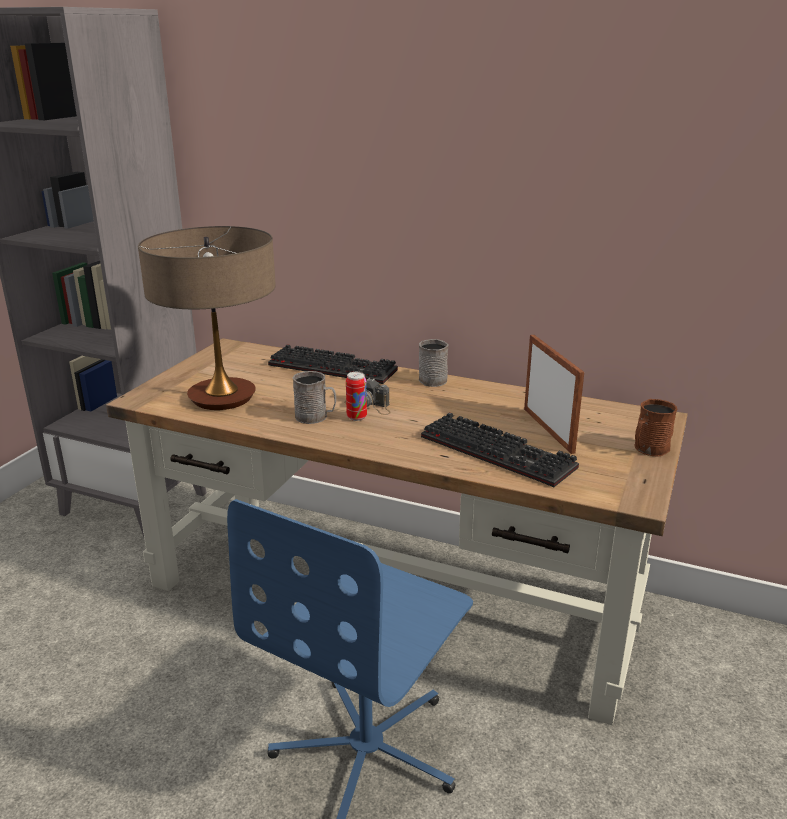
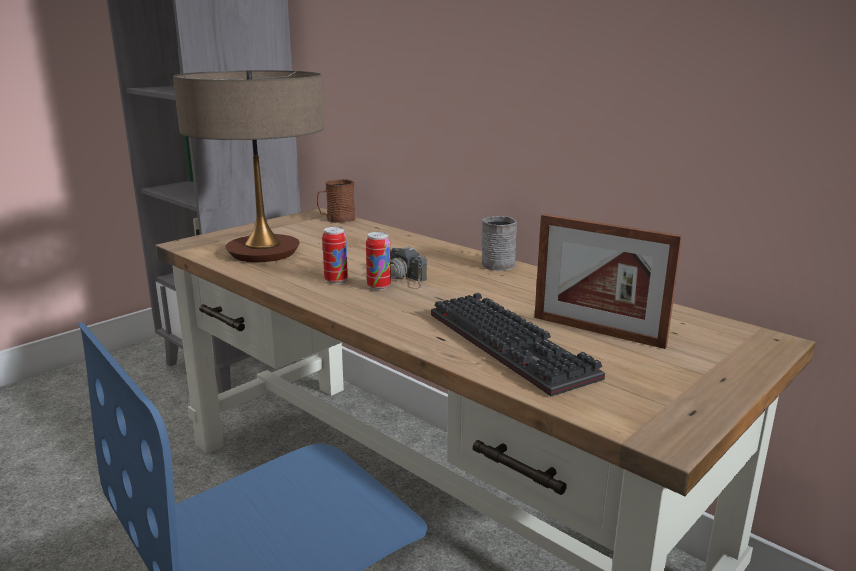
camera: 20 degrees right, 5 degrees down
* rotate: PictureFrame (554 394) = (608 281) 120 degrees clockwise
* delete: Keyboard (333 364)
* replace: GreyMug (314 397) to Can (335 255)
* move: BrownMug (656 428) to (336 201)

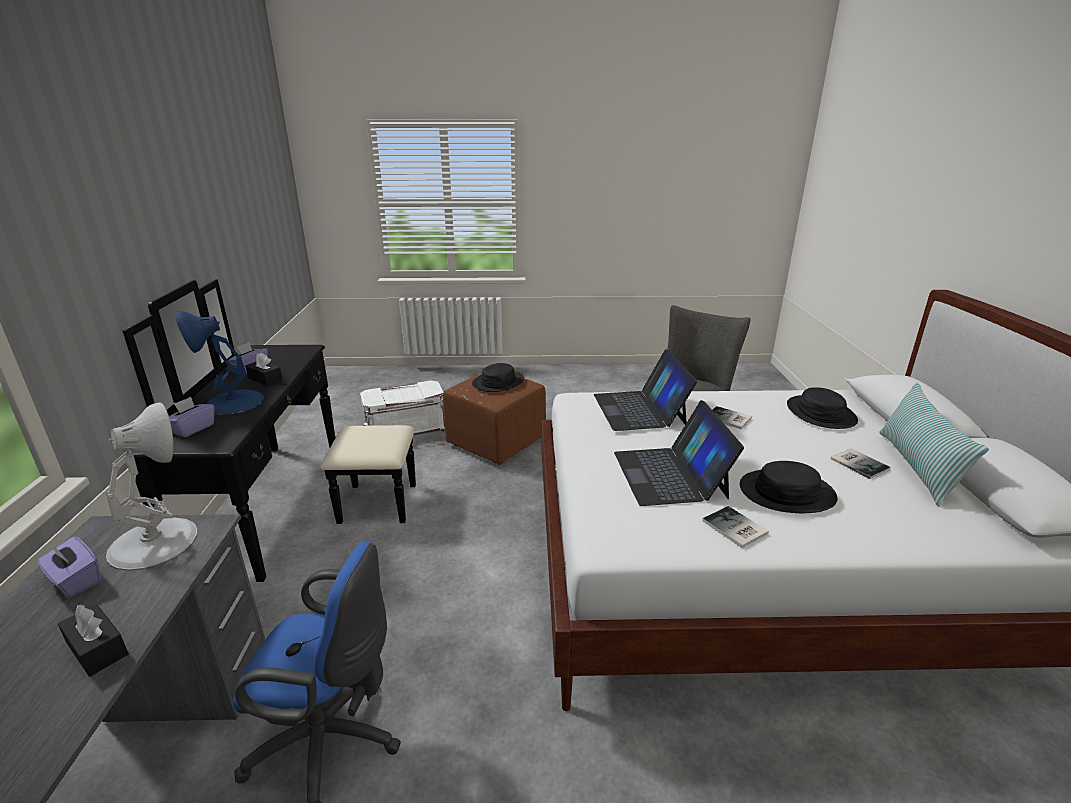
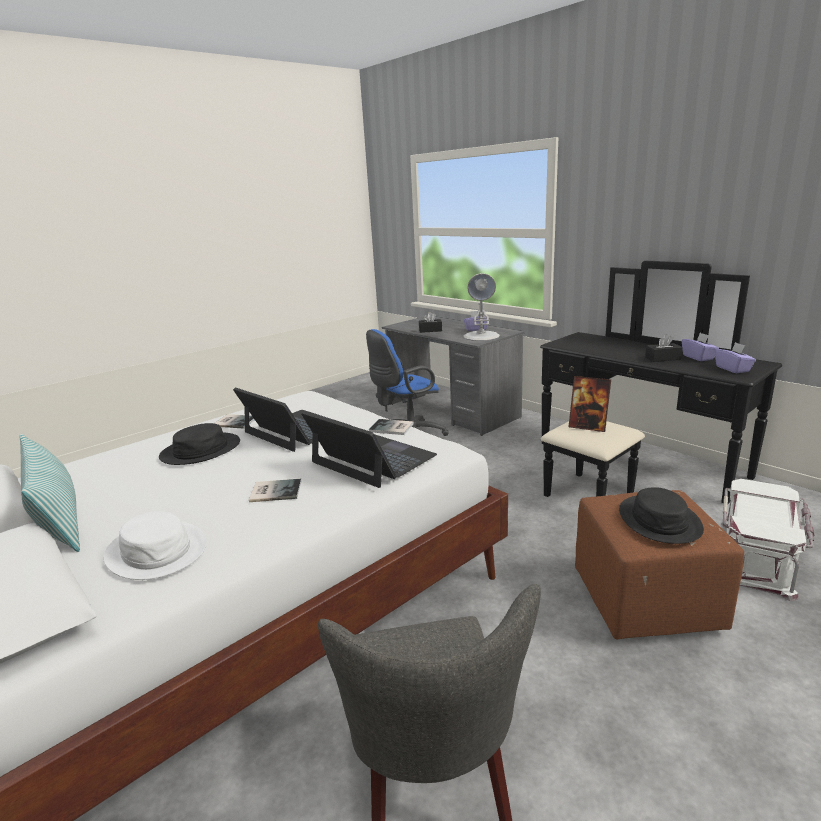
camera: 140 degrees right, 5 degrees down
* delete: BlueTableLamp (219 363)
* recolor: BlackHat (822 408) to WhiteHat (155 545)
* move: PurpleTissueBox (191 417) to (735 357)
* move: Book (861 463) to (391 427)
* insert: PictureFrame (590 404)

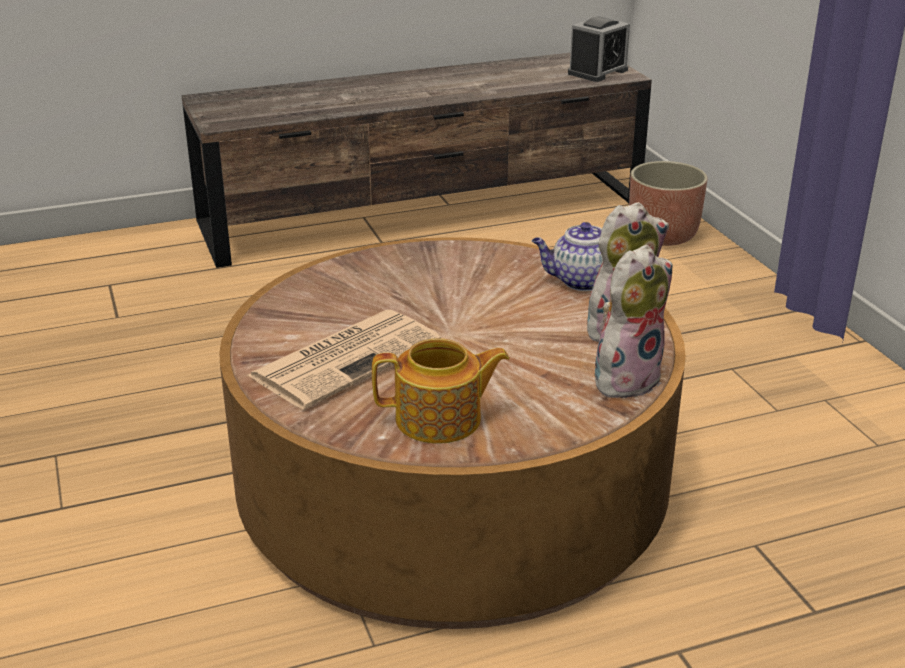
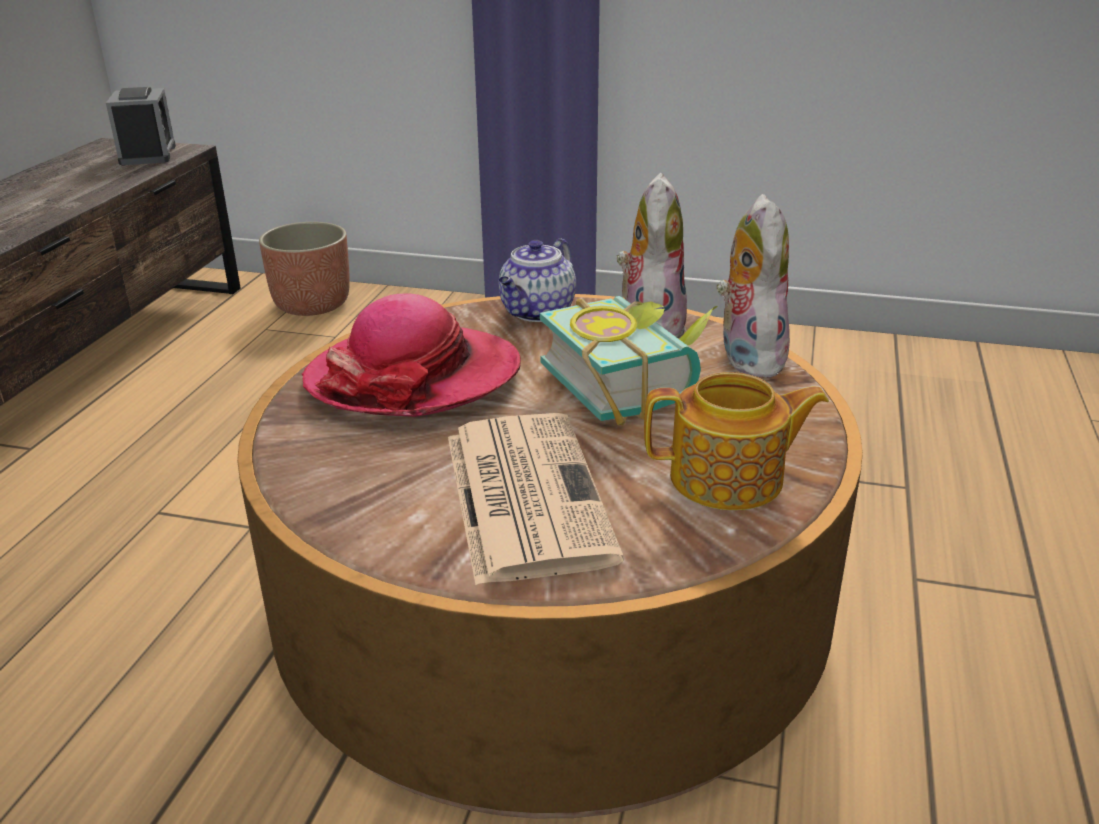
camera: 55 degrees left, 0 degrees up
* rotate: Teapot (441 391) = (736 441) 60 degrees clockwise
* insert: Hat (411 355)
* insert: Book (629 360)

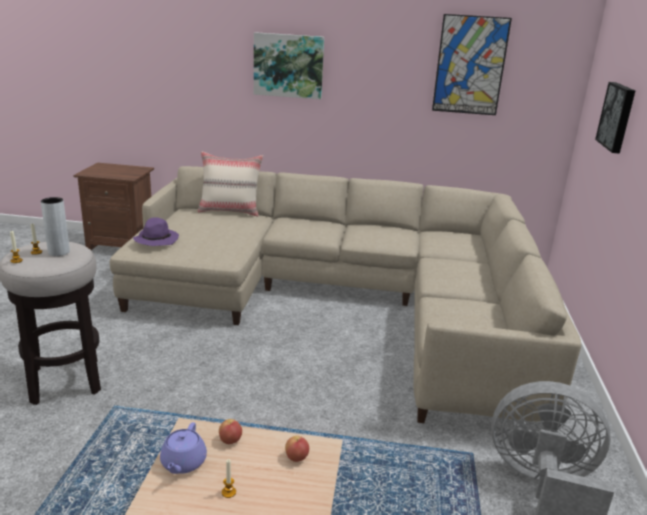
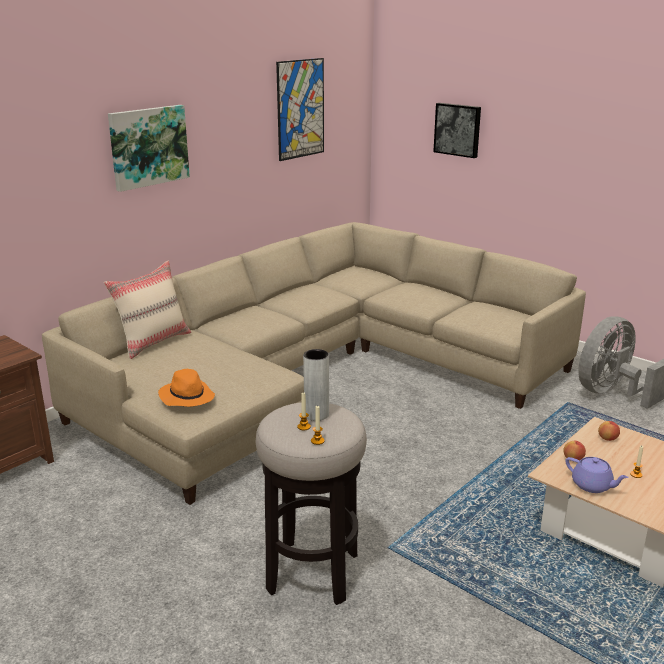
camera: 55 degrees left, 0 degrees up
* recolor: PurpleHat (156 232) to OrangeHat (186 388)

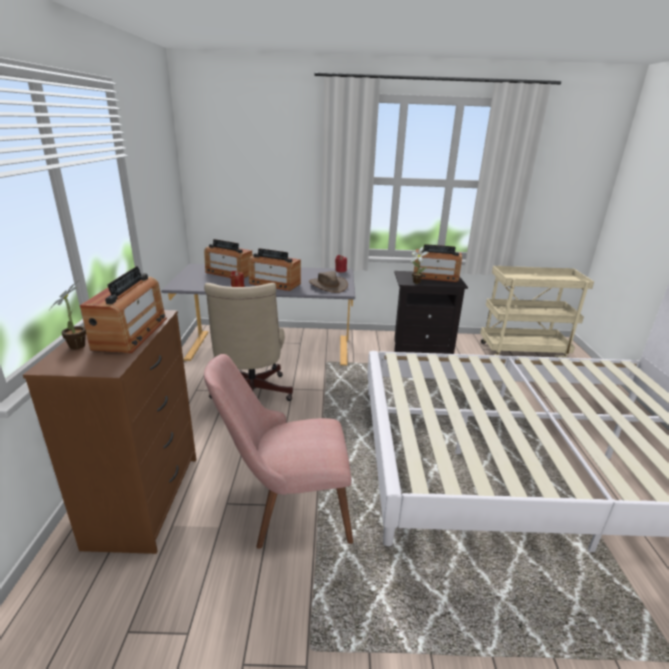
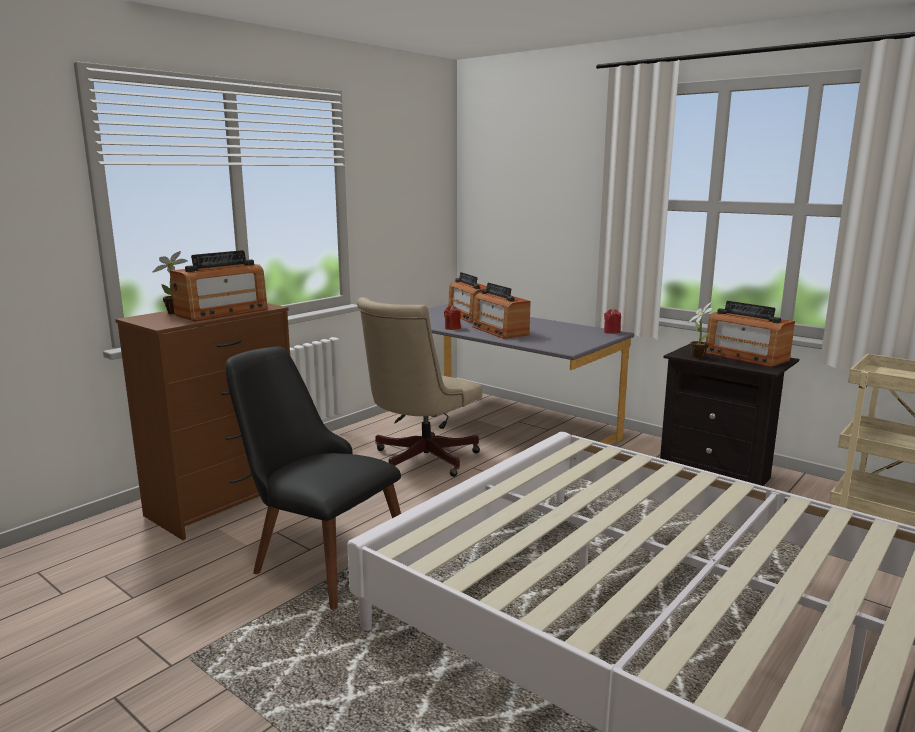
camera: 40 degrees right, 10 degrees down
* delete: BrownHat (328 282)
* recolor: PinkChair (278 451) to BlackChair (313 478)

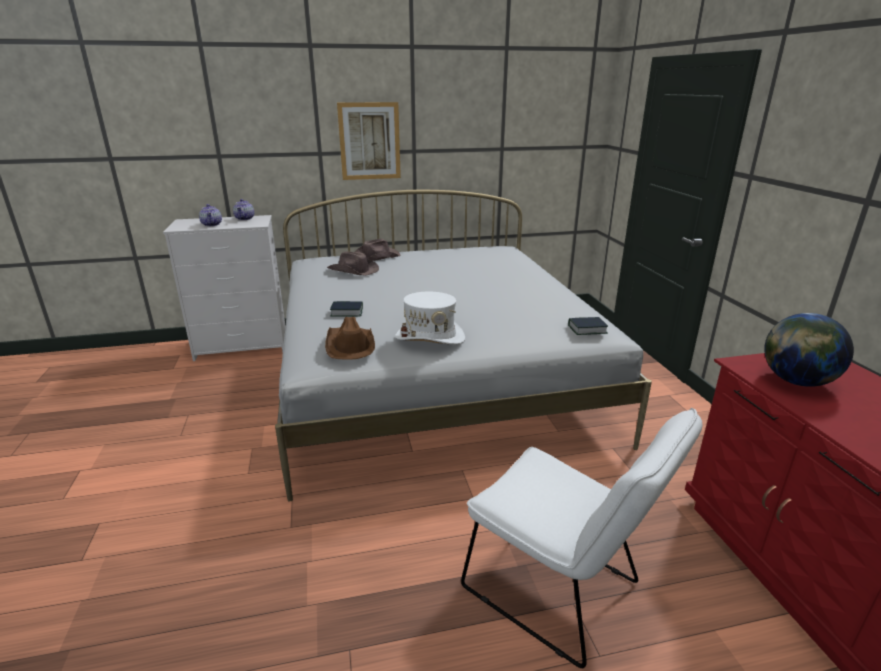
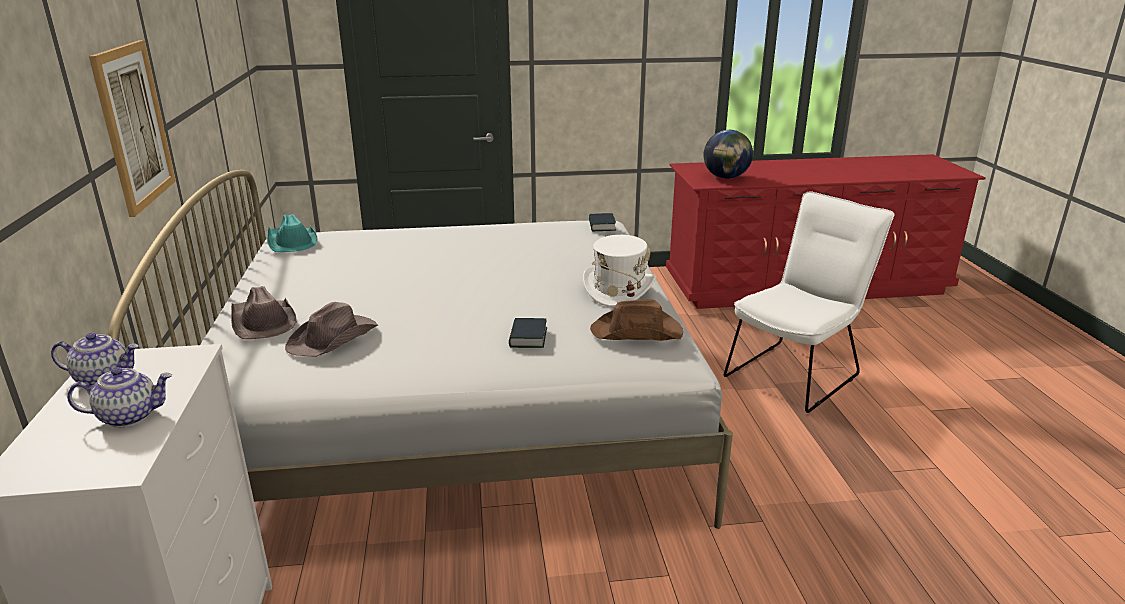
camera: 85 degrees left, 0 degrees up
* insert: TurquoiseHat (292 233)

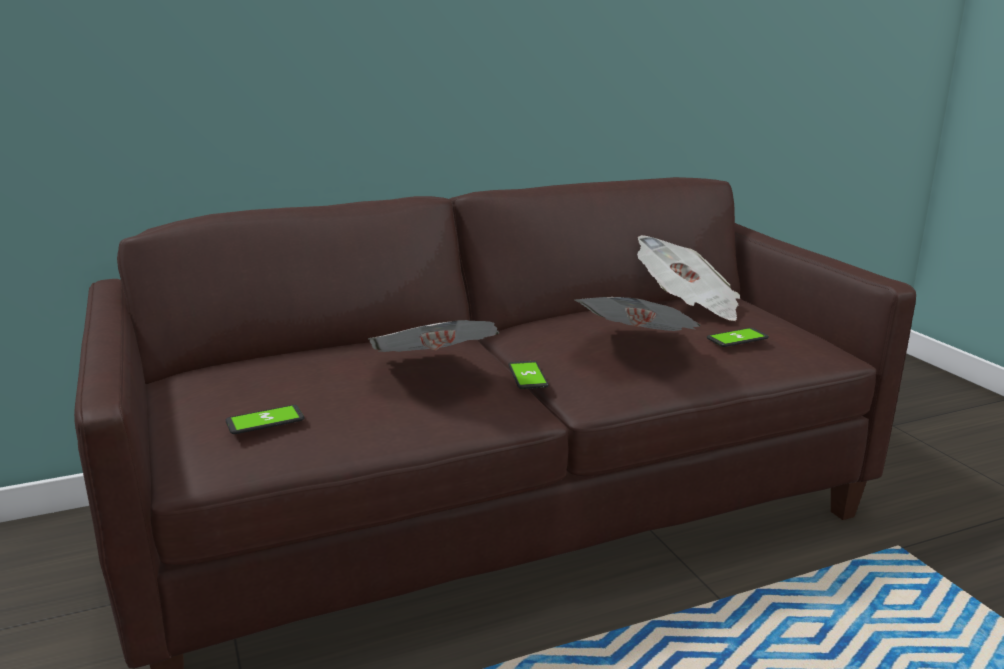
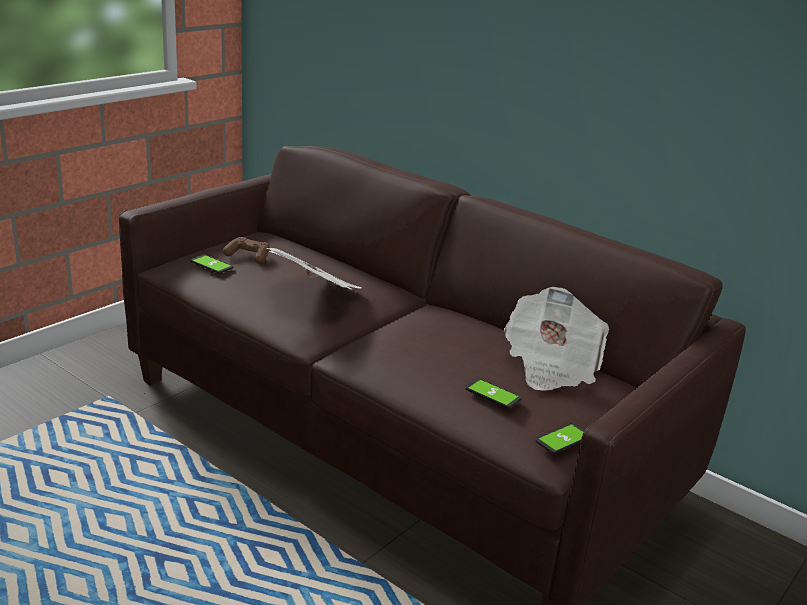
camera: 60 degrees right, 5 degrees up
* delete: Newspaper (637 314)
* move: Phone (528 375) to (560 438)
* insert: BrownGameController (246 250)

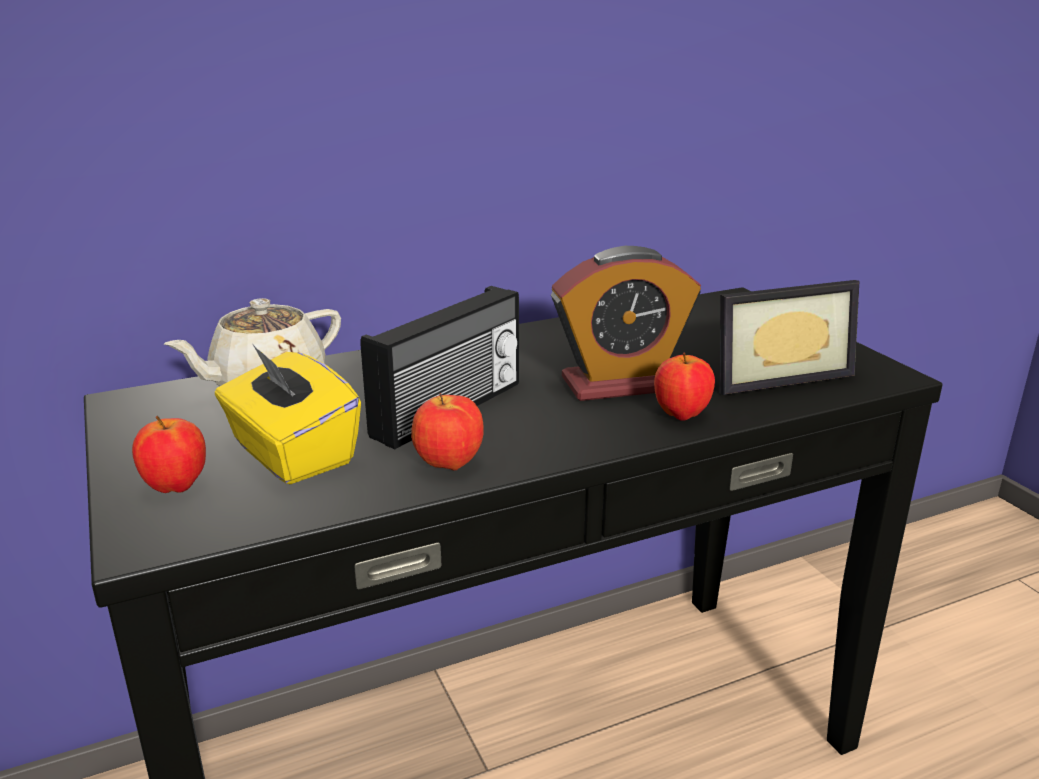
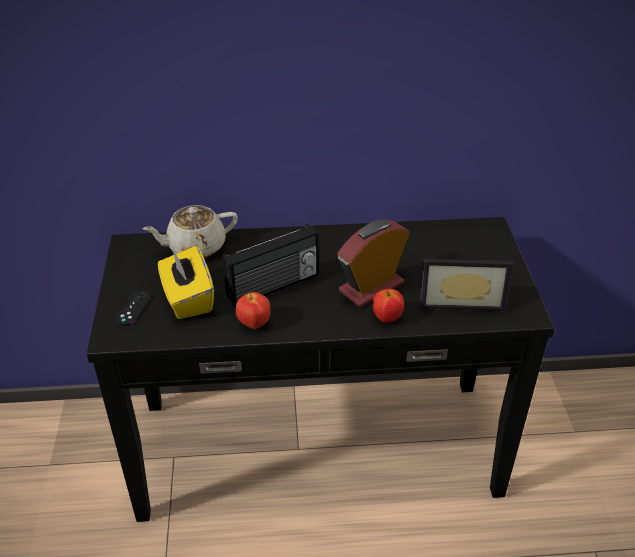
camera: 20 degrees right, 15 degrees up
* rotate: AlarmClock (626 323) = (373 263) 135 degrees clockwise
* replace: Apple (169 454) to BlackGameController (133 308)

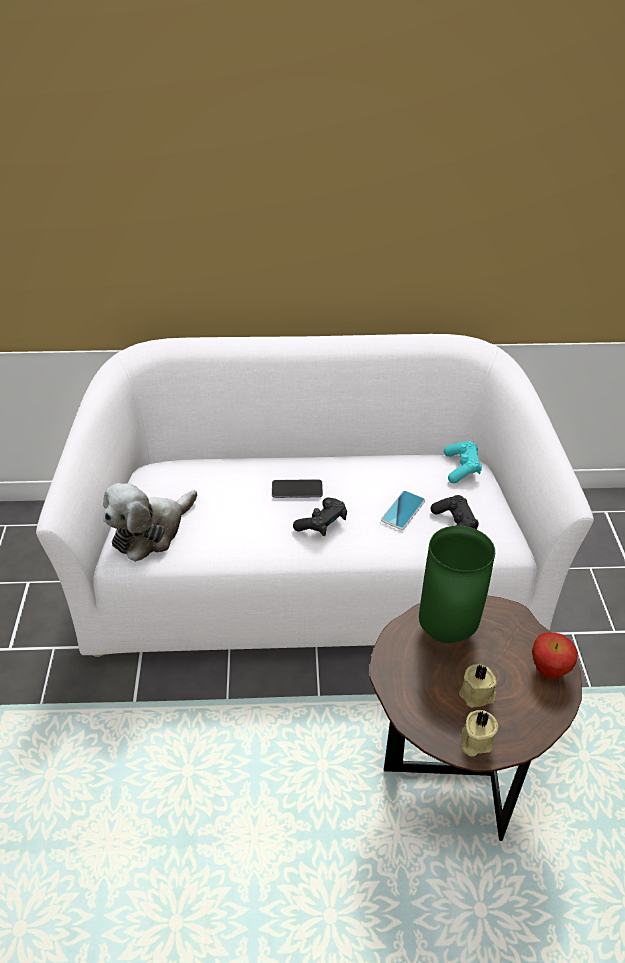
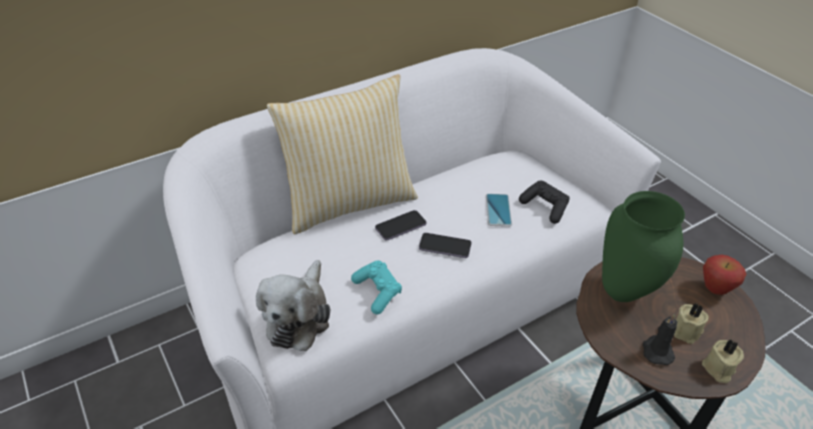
camera: 30 degrees left, 0 degrees up
* move: TurquoiseGameController (463 462) to (376 287)
* replace: BlackGameController (320 517) to Phone (445 245)
* insert: Pillow (342 154)
* insert: BlackCandle (660 339)

